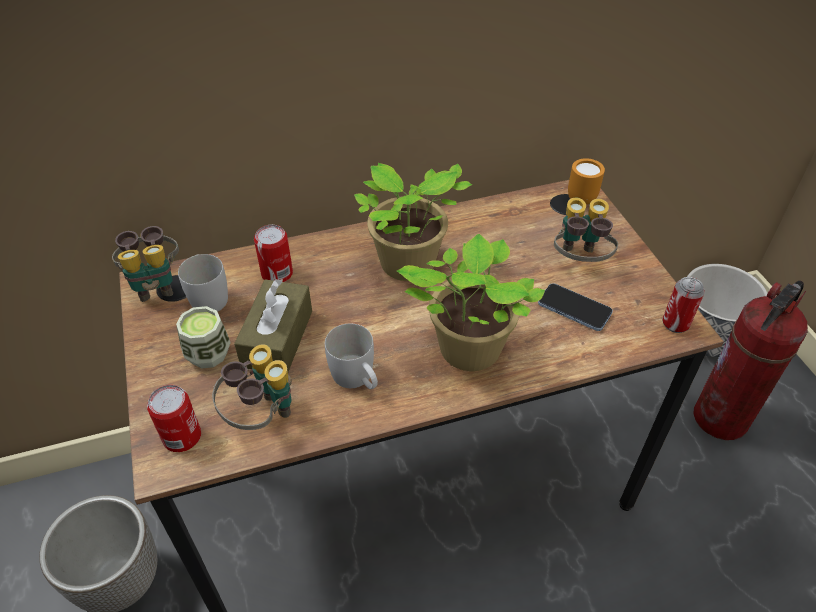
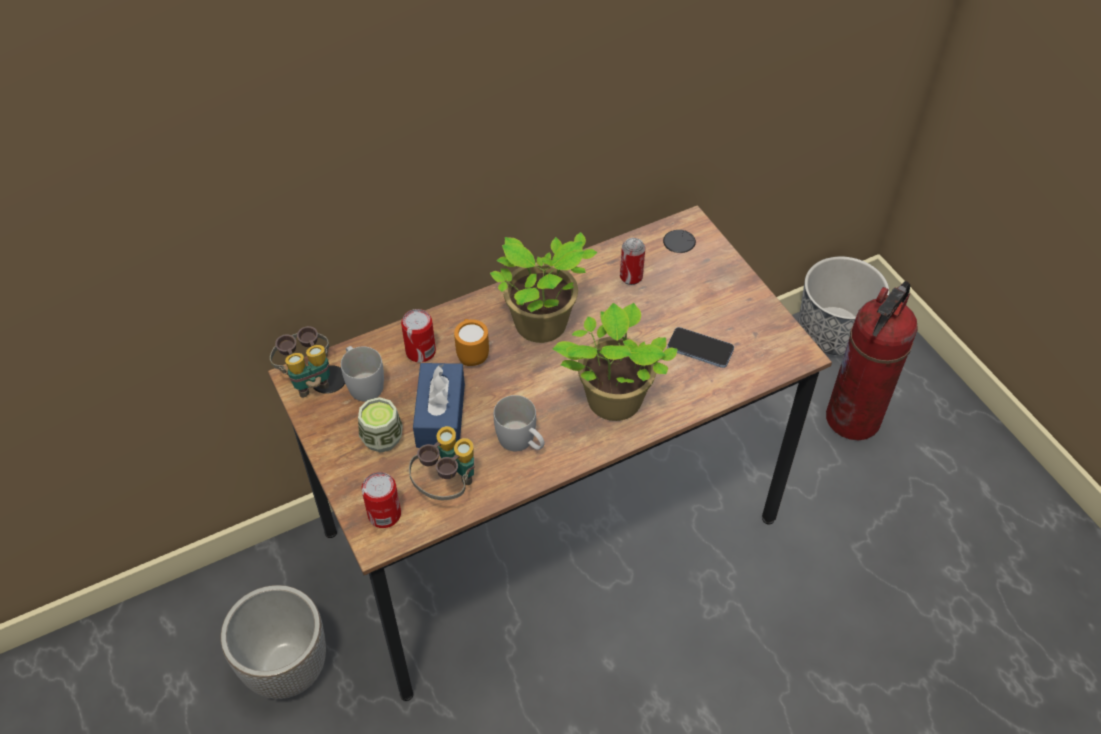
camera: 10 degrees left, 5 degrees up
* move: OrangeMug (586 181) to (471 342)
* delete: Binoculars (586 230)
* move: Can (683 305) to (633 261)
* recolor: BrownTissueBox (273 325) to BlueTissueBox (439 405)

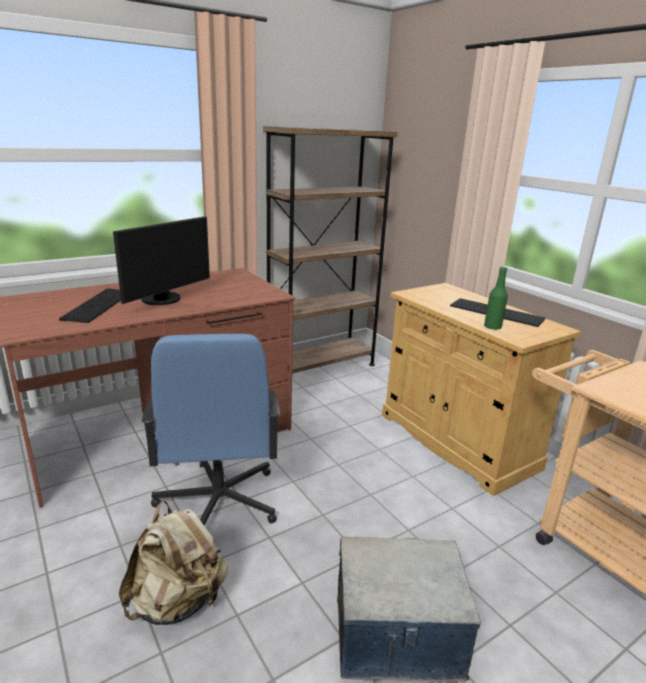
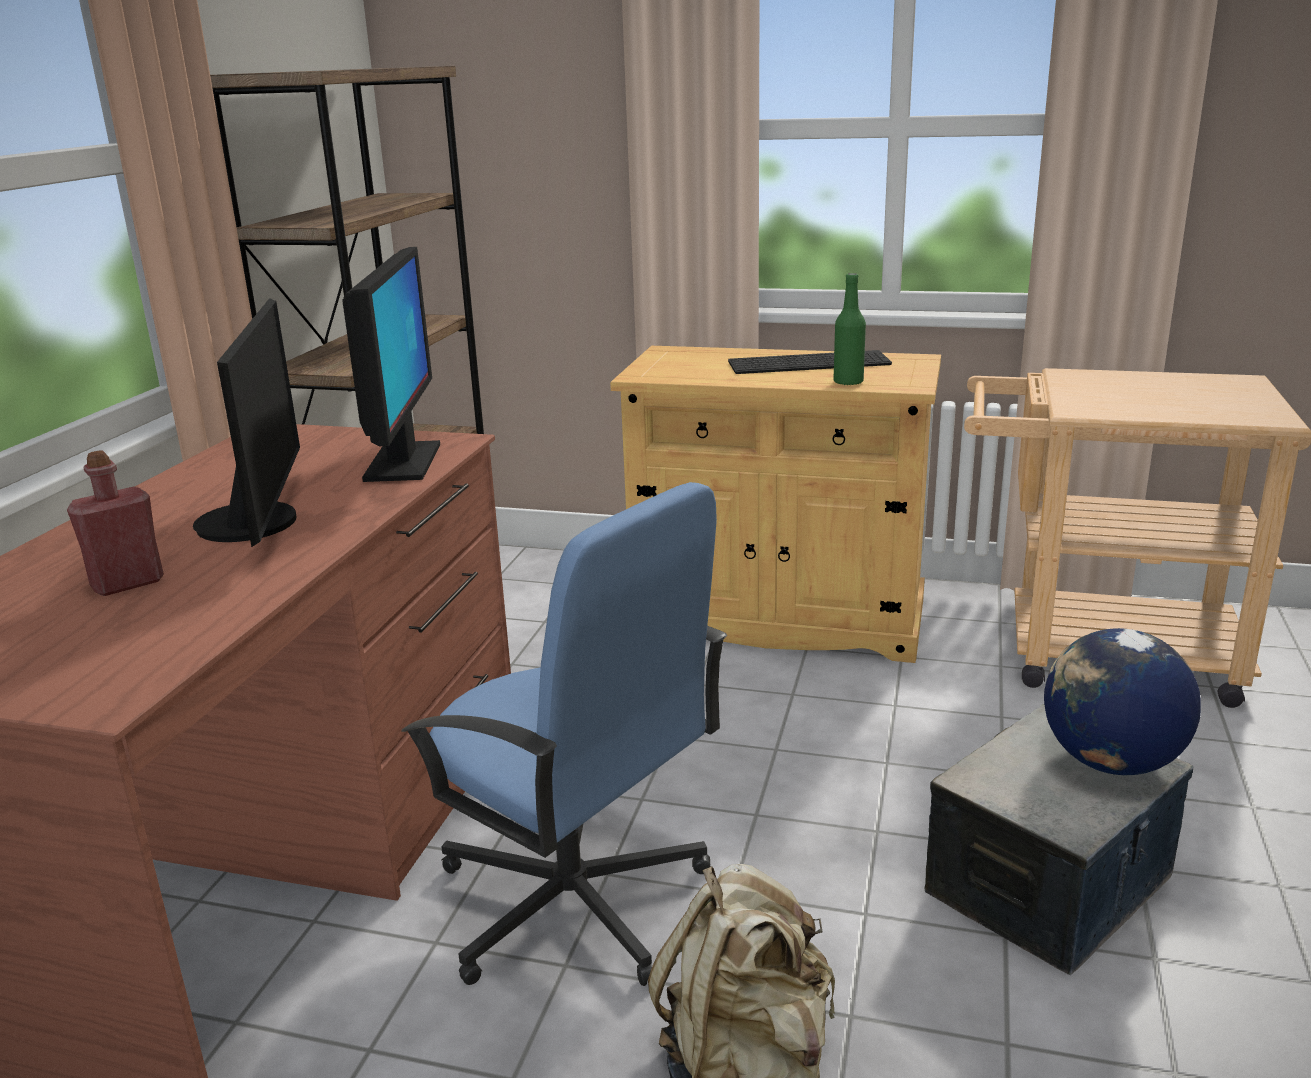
camera: 40 degrees left, 0 degrees up
* replace: Keyboard (90 305) to RedBottle (115 523)
* insert: Monitor (391 364)
* insert: Globe (1122 701)

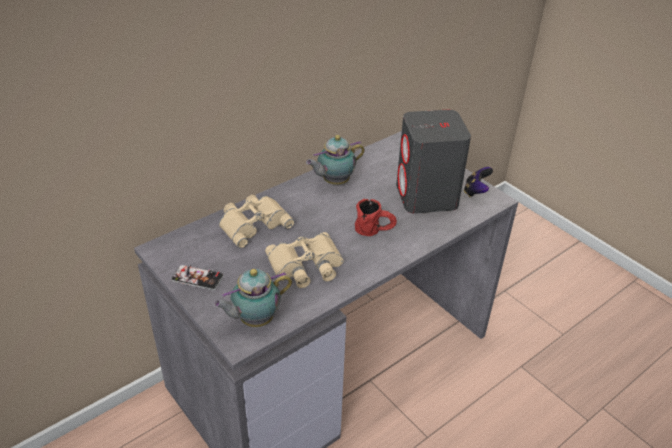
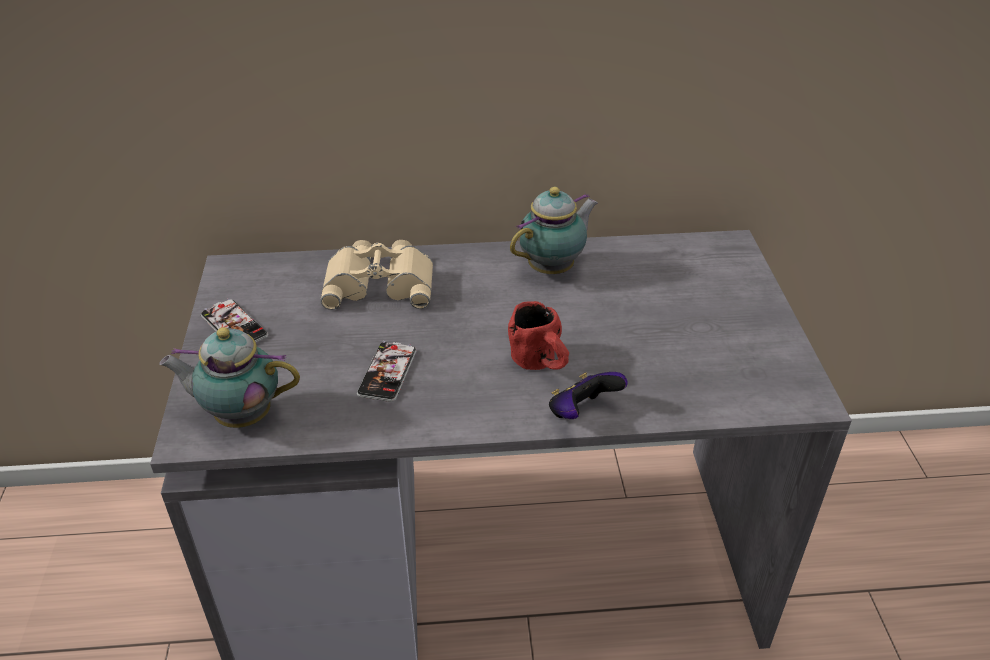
camera: 35 degrees right, 0 degrees up
* delete: GreySpeaker (433 162)
* rotate: Teapot (335 160) = (554 230) 135 degrees clockwise
* move: GameController (478 182) to (588 395)
* replace: BeigeBinoculars (304 260) to Phone (387 371)

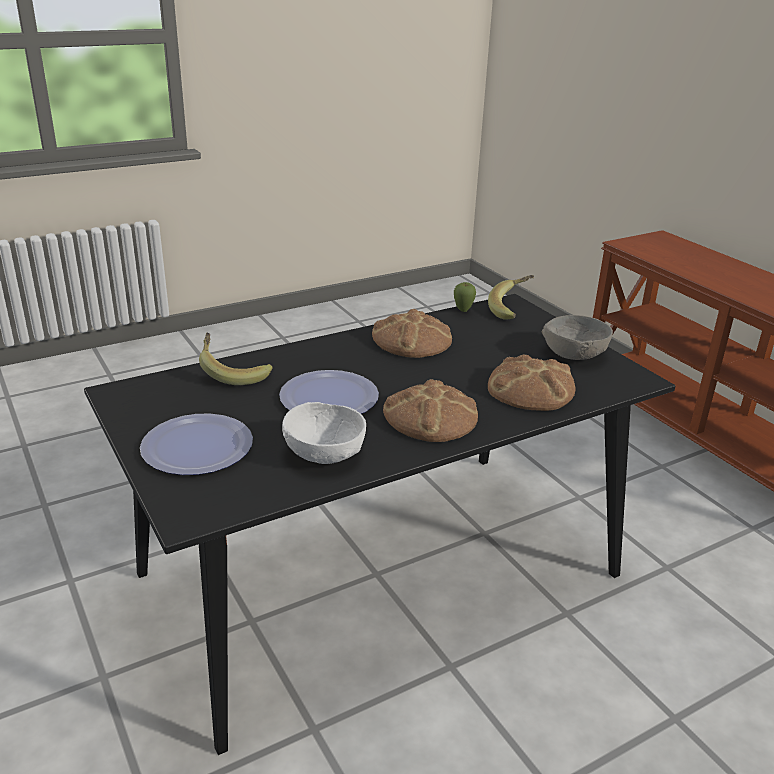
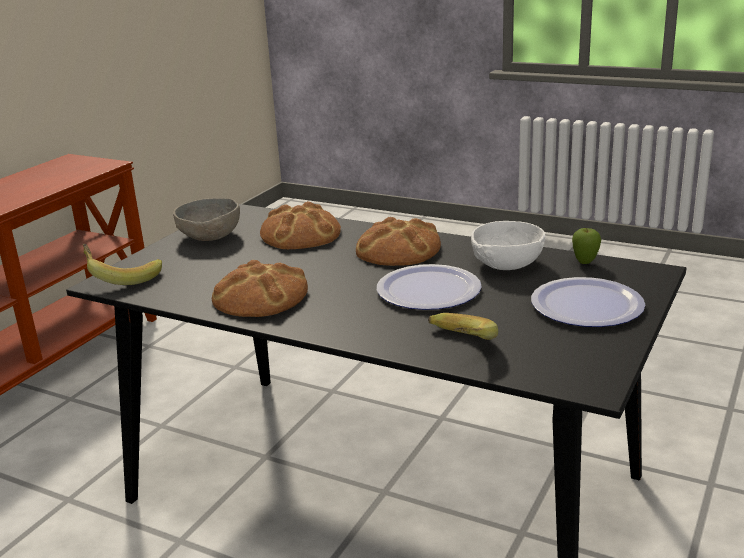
camera: 120 degrees left, 5 degrees down
* move: Apple (465 297) to (586 246)

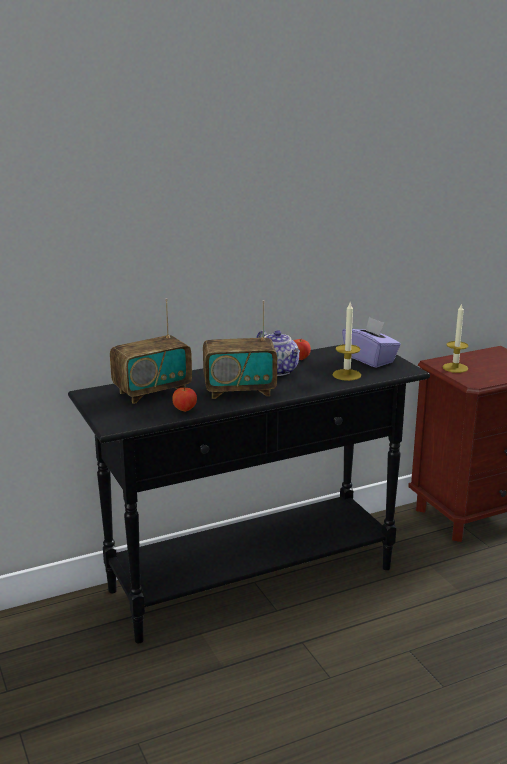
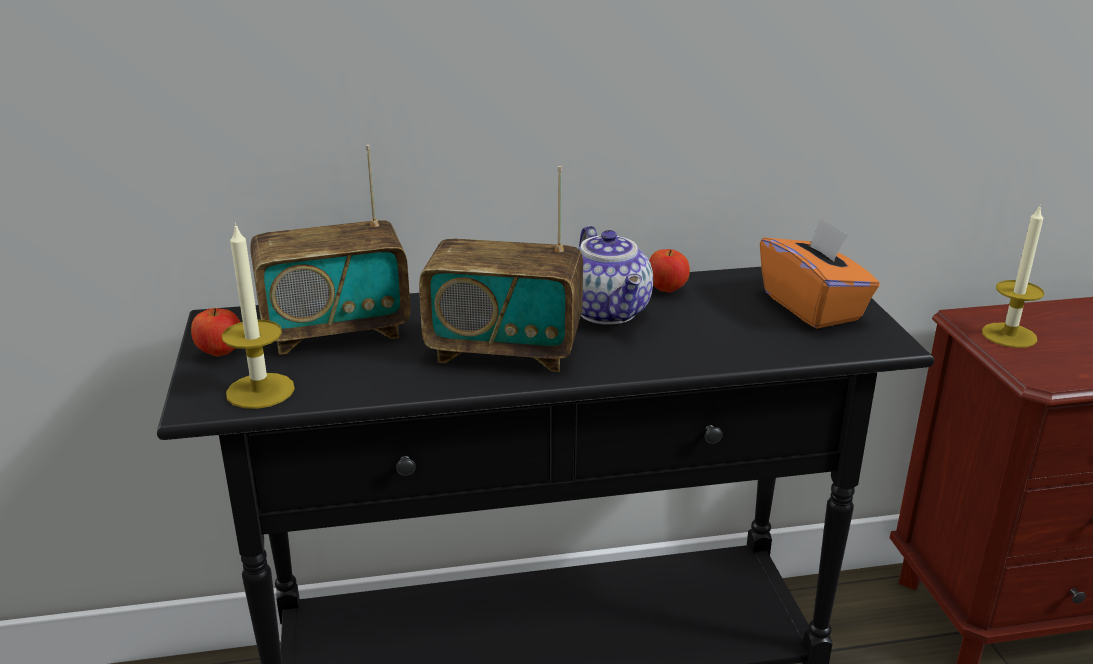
camera: 15 degrees right, 5 degrees up
* move: Candle (347 341) to (258 315)
* recolor: PurpleTissueBox (371 342) to OrangeTissueBox (820 273)
* move: Apple (184 399) to (215 332)

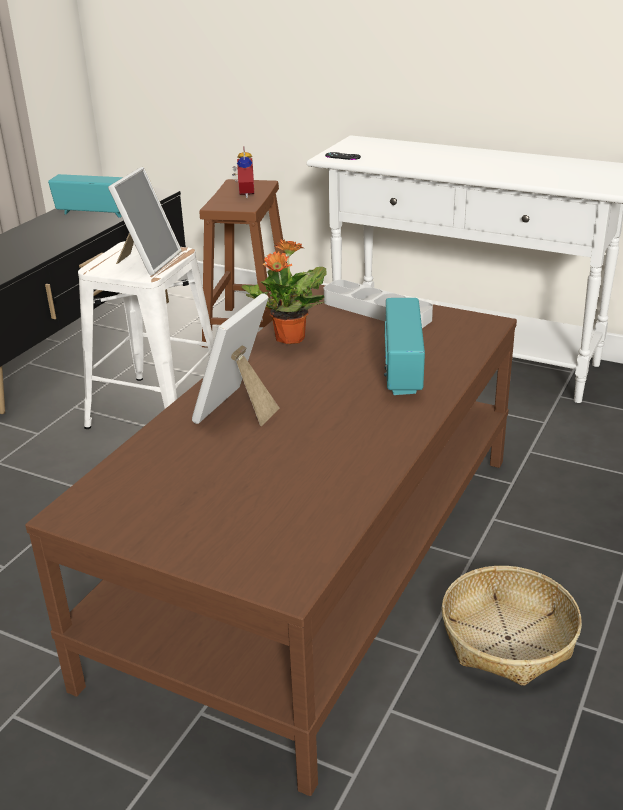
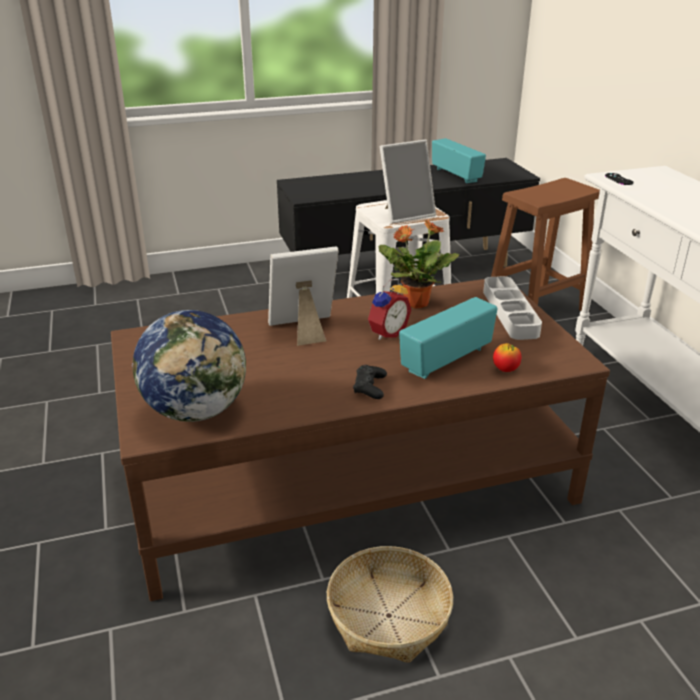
camera: 45 degrees right, 0 degrees up
* move: AlarmClock (243 172) to (389 309)
* insert: Globe (189 366)
* insert: Apple (507 357)
* insert: BlackGameController (370 382)

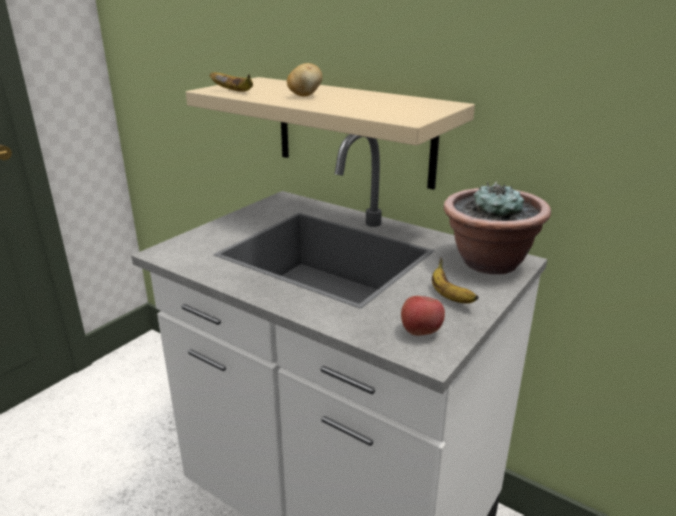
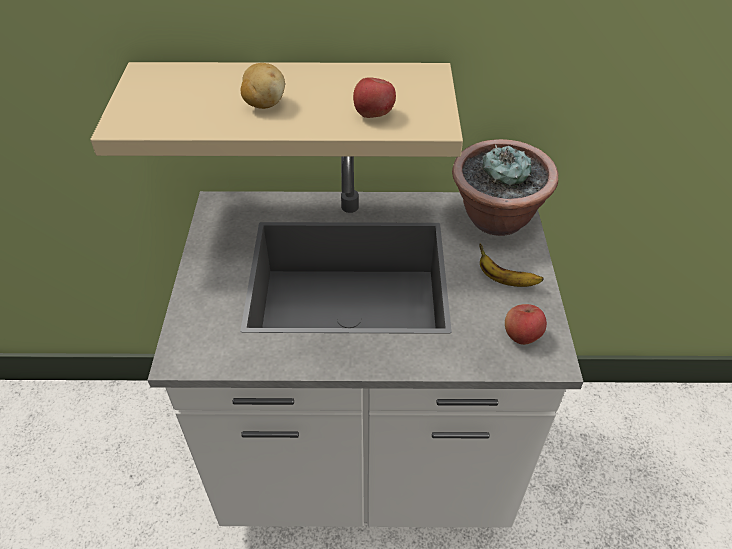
camera: 35 degrees left, 20 degrees up
* delete: Banana (231 82)
* insert: Apple (374 98)

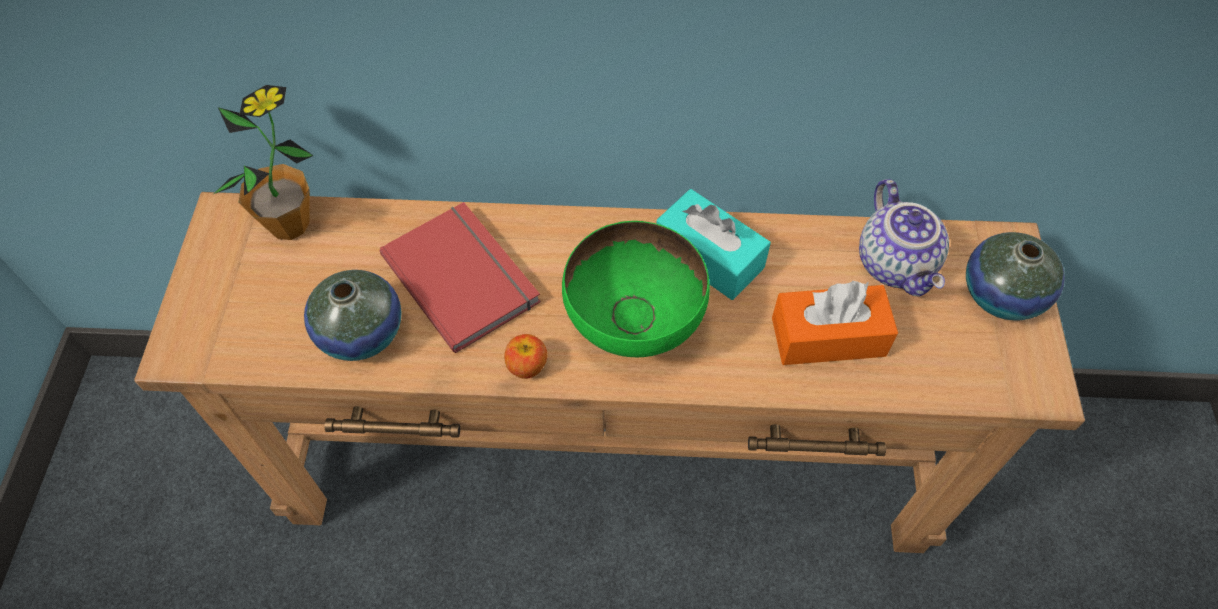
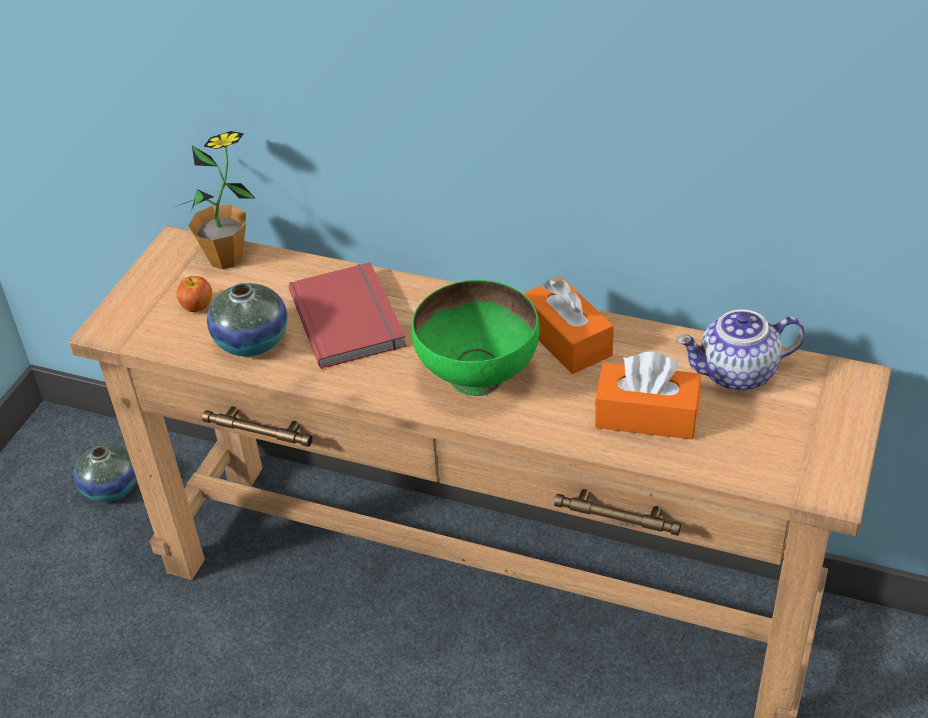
camera: 20 degrees right, 15 degrees down
* rotate: Teapot (904 238) = (741 350) 75 degrees clockwise
* recolor: TurquoiseTissueBox (713 244) to OrangeTissueBox (568 325)
* move: Vase (1015 276) to (105 473)
* move: Apple (525 356) to (194 294)

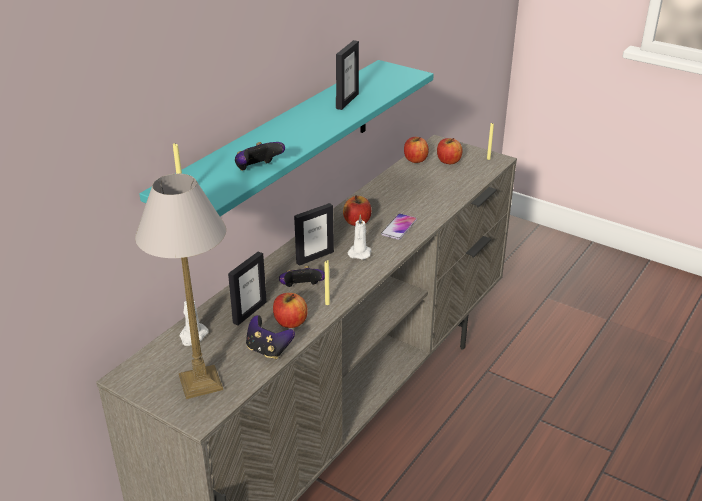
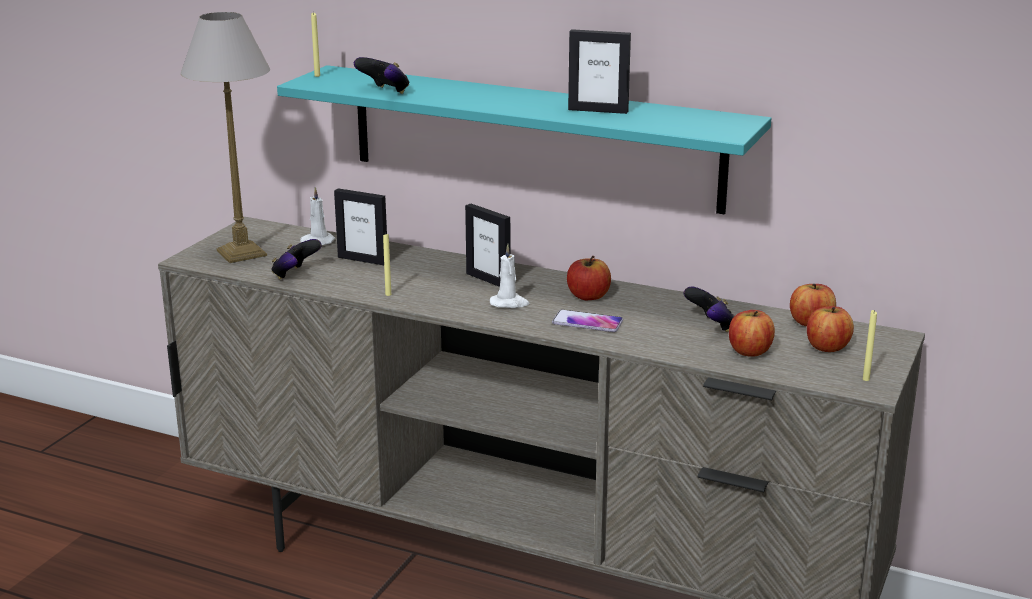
camera: 80 degrees right, 10 degrees down
* move: GameController (302 276) to (709 309)
* move: Apple (290 310) to (752 333)

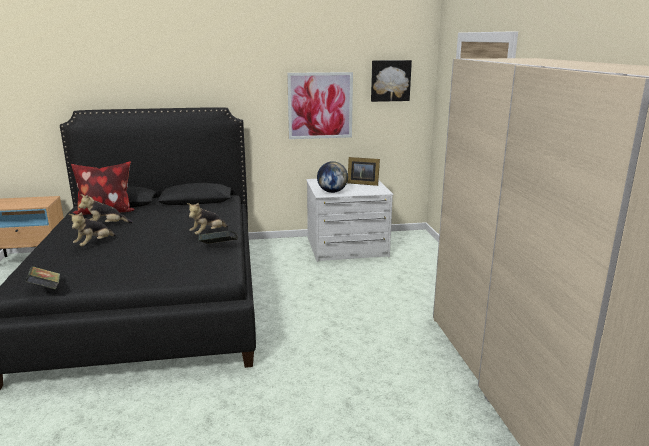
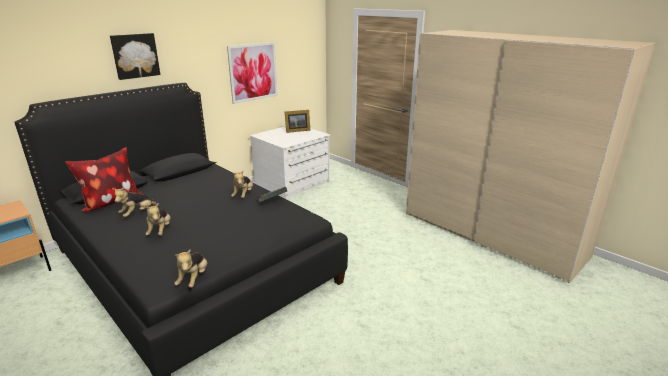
camera: 35 degrees left, 5 degrees up
* move: Picture (391 81) to (135 56)
* delete: Globe (332 177)
* replace: Book (42 278) to PlushToy (190 268)

